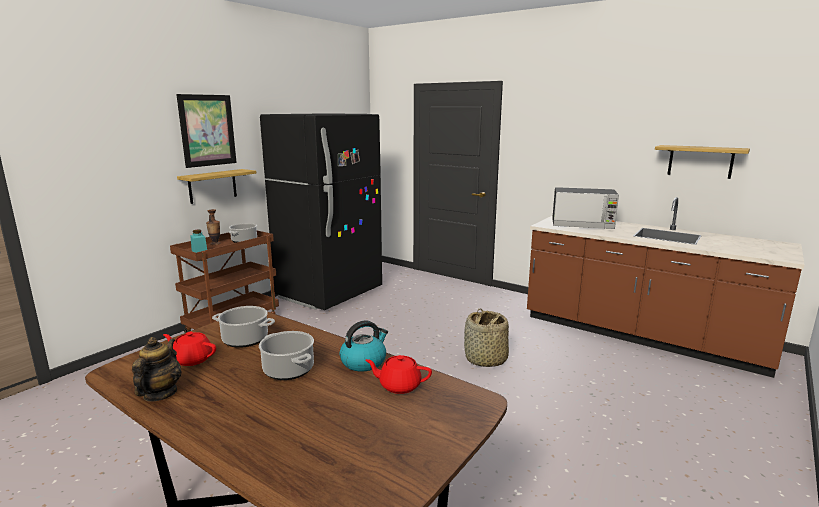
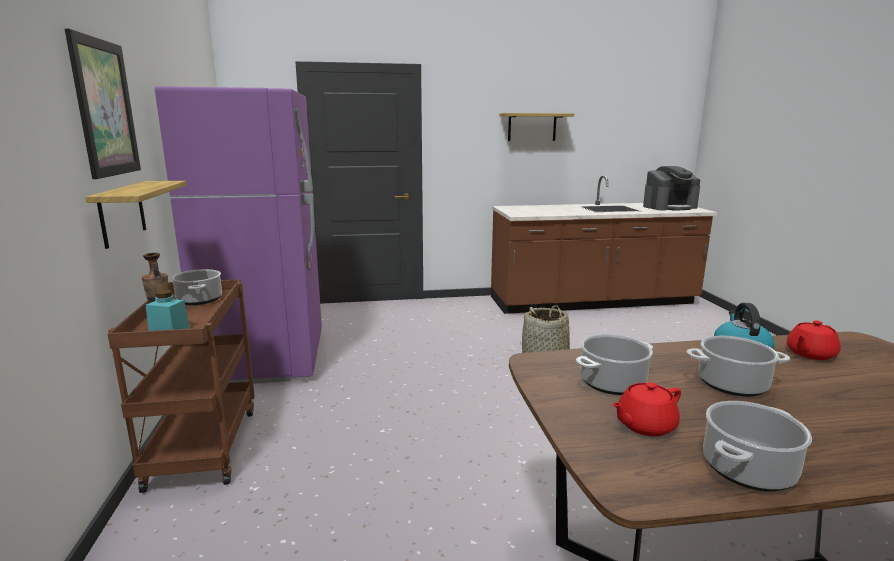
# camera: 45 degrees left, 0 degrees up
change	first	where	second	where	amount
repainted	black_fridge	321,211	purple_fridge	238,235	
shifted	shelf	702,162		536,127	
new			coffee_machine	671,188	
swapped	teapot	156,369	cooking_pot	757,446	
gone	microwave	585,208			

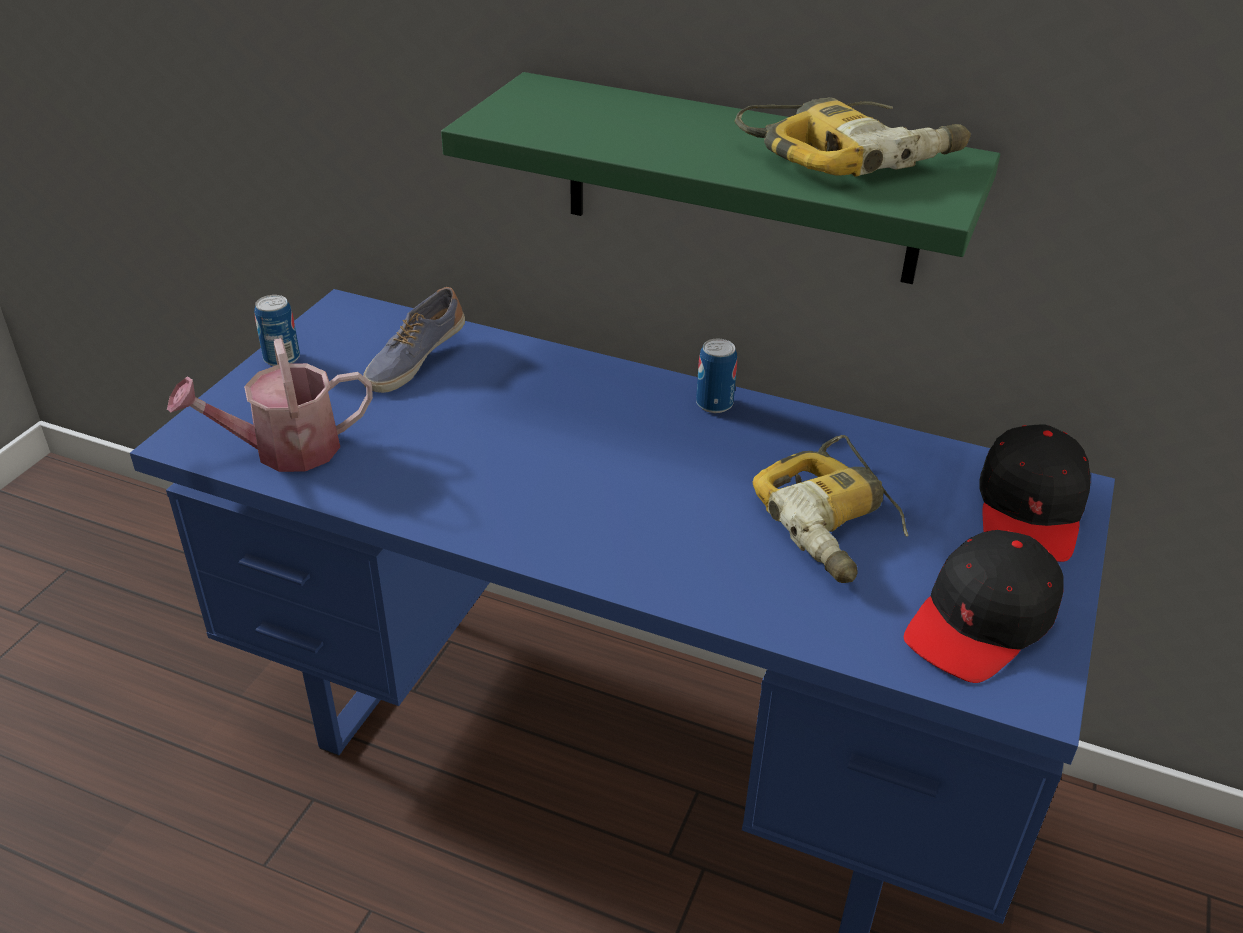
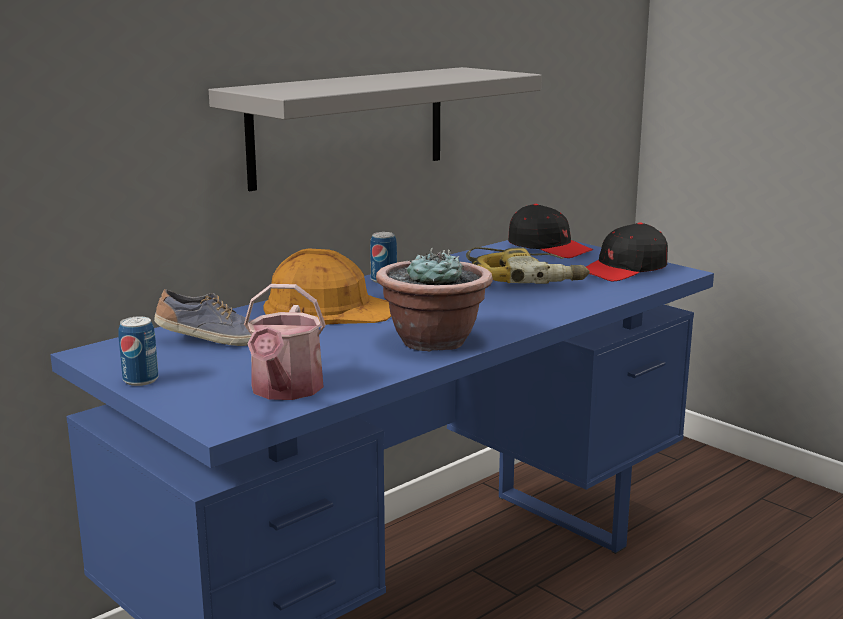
# camera: 65 degrees left, 20 degrees down
change	first	where	second	where	amount
rotated	shoe	414,340		203,317	60 degrees counterclockwise
repainted	green_shelf	720,178	grey_shelf	375,129	
new			orange_hard_hat	327,286	
new			potted_plant	434,300	
rotated	black_cap	983,606		627,251	75 degrees clockwise
gone	power_drill	853,136			

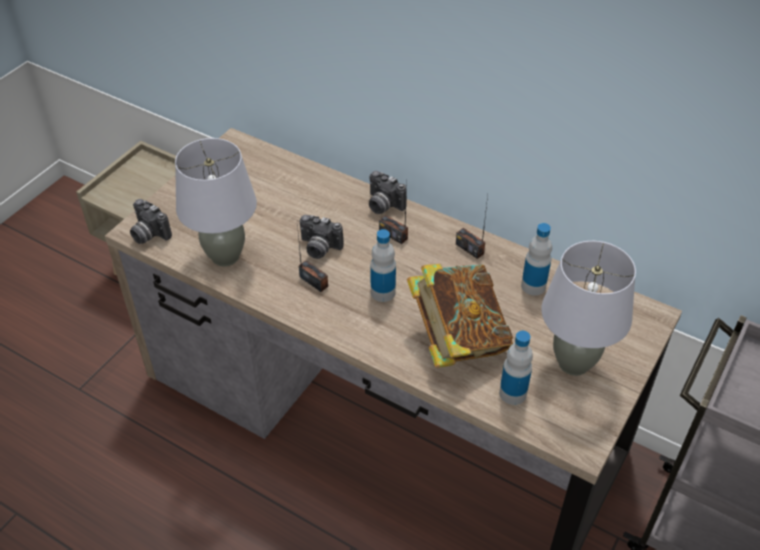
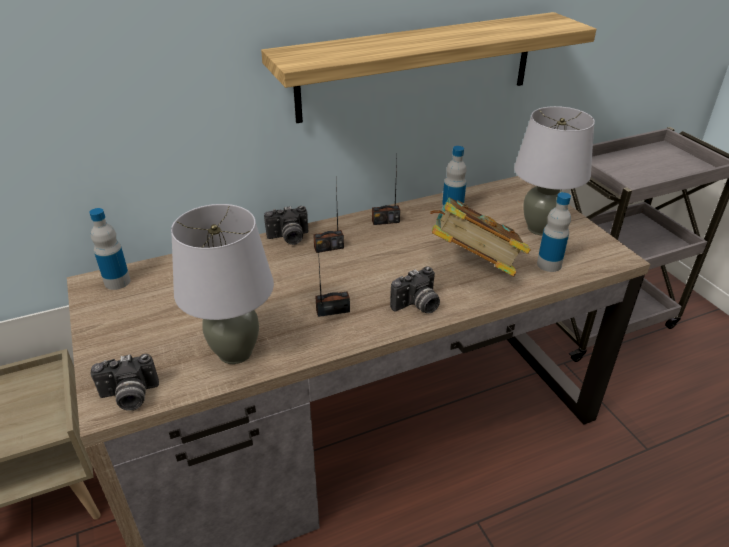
# camera: 55 degrees left, 10 degrees down
change	first	where	second	where	amount
shifted	bottle	383,265		110,249	
new			shelf	428,67	
shifted	photo_camera	321,237		415,289	

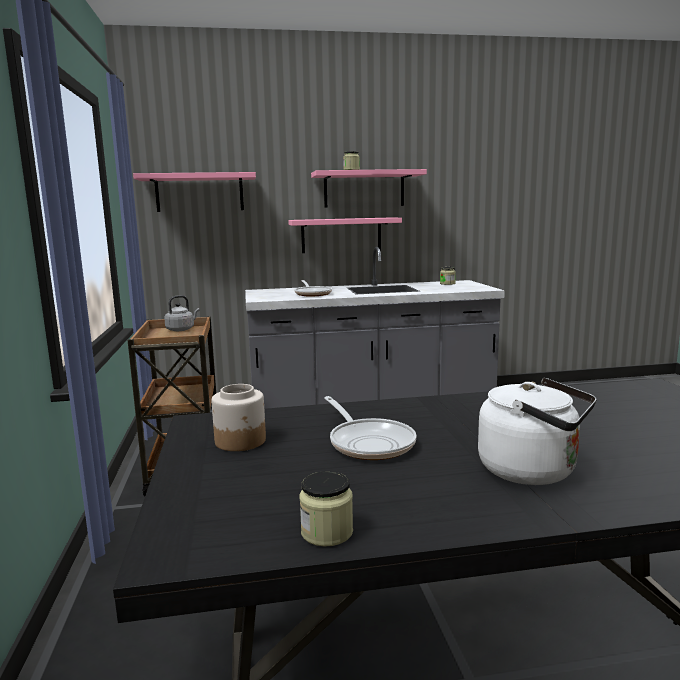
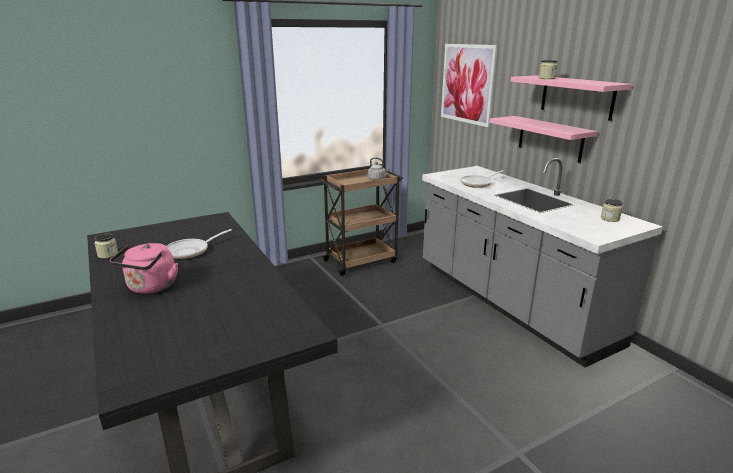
# camera: 70 degrees right, 10 degrees up
change	first	where	second	where	amount
repainted	white_kettle	537,431	pink_kettle	144,268	
swapped	pink_shelf	194,192	picture	469,85	
gone	jar	239,417			

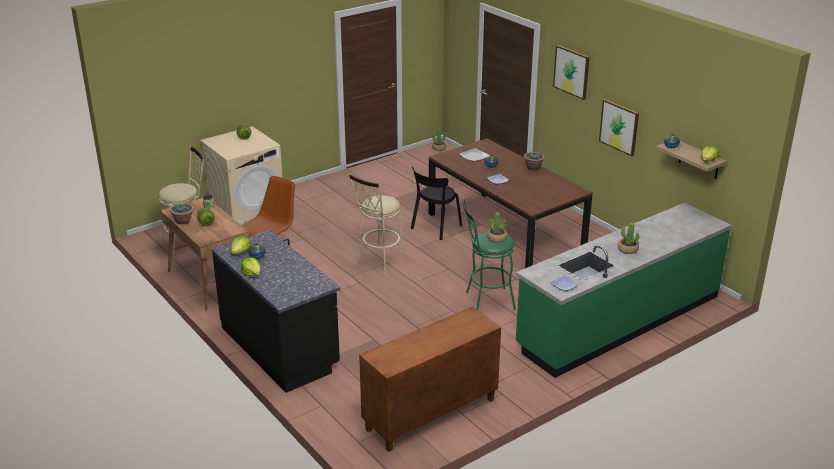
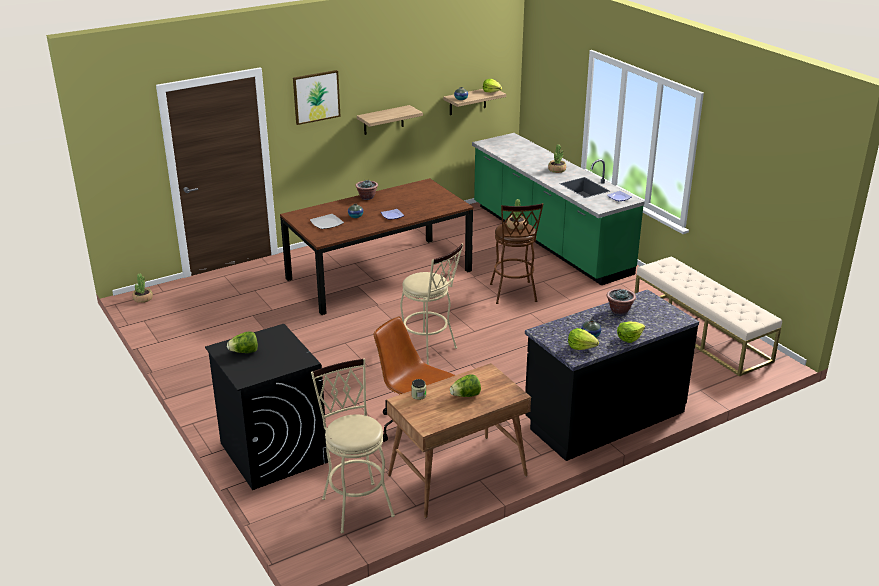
# camera: 85 degrees left, 0 degrees up
change	first	where	second	where	amount
repainted	beige_washing_machine	241,175	black_washing_machine	266,407	
swapped	picture	619,127	shelf	390,120	
repainted	green_stool	489,254	brown_stool	516,253	
shifted	potted_plant	182,213		621,302	
swapped	brown_cabinet	430,379	beige_bench	708,316	
gone	black_chair	436,203			

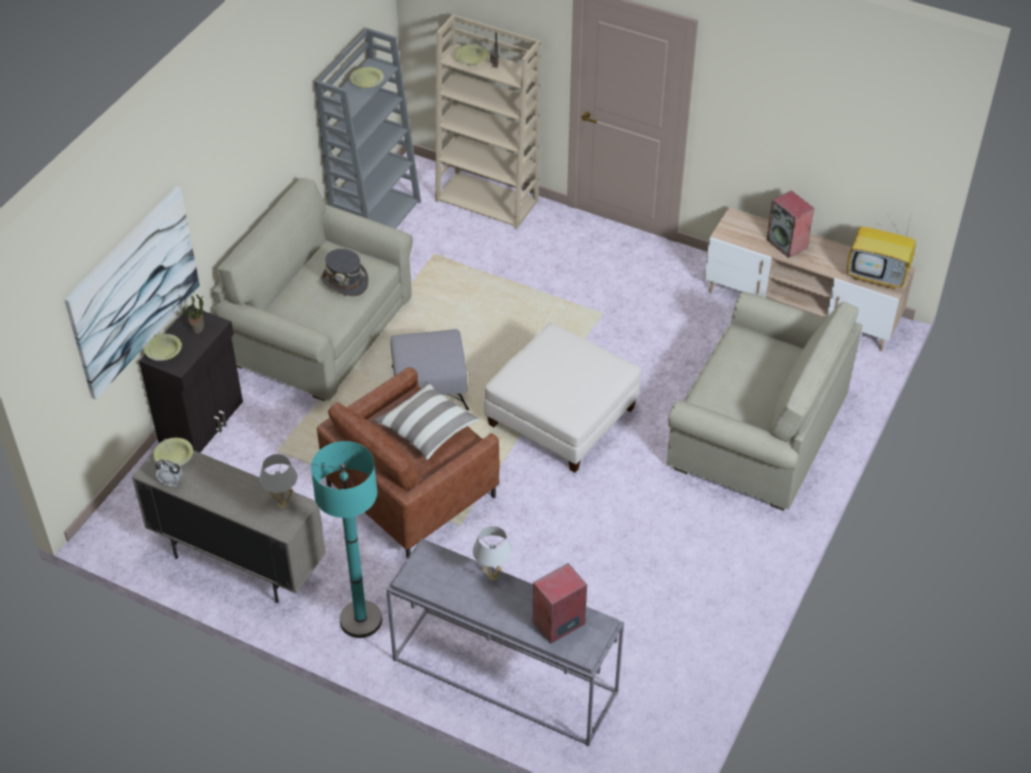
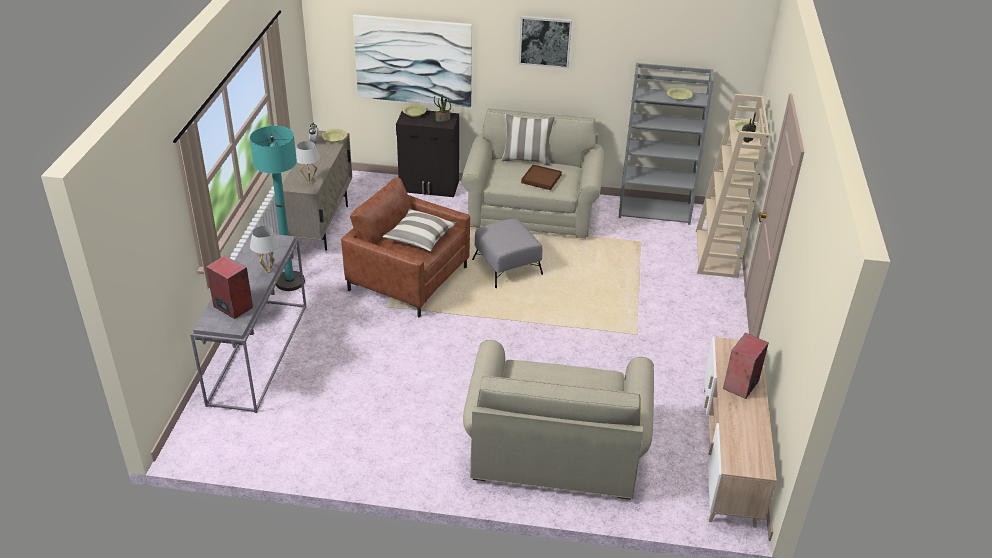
# camera: 70 degrees right, 10 degrees down
change	first	where	second	where	amount
new			pillow	528,140	
new			picture	545,42	
swapped	grey_hat	344,272	brown_tray	541,177	
gone	white_ottoman	563,397			
gone	television	881,249			

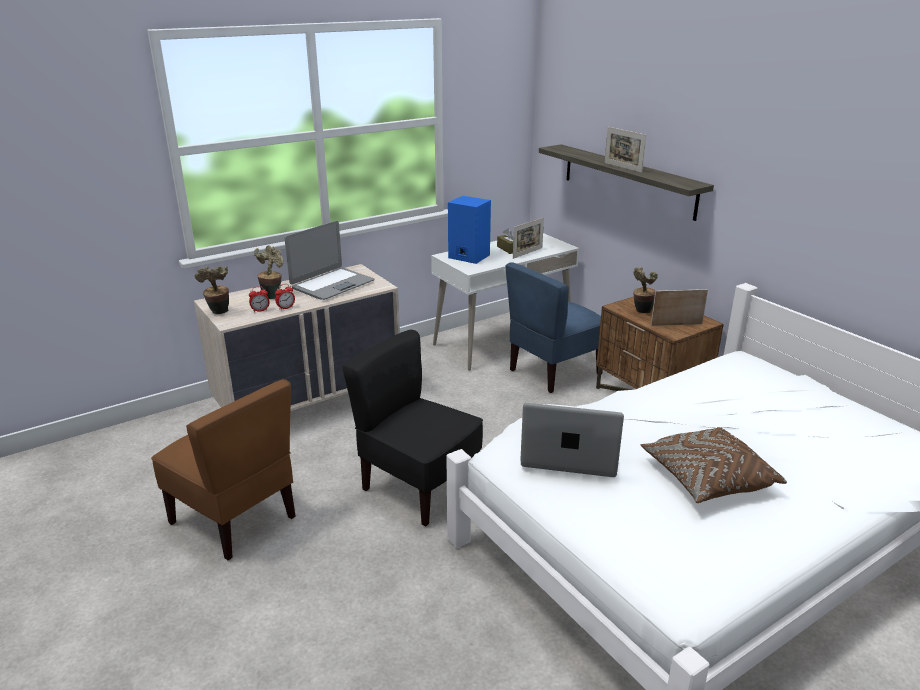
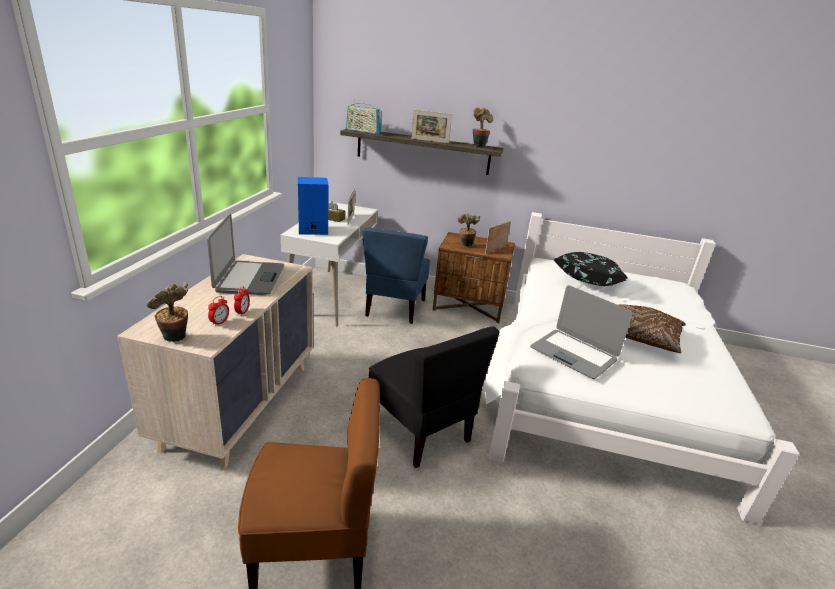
# camera: 45 degrees left, 0 degrees up
change	first	where	second	where	amount
new			radio	363,116	
rotated	black_chair	412,428		434,397	120 degrees counterclockwise
shifted	potted_plant	269,272		483,128	
rotated	laptop	572,440		581,332	105 degrees counterclockwise
new			black_pillow	591,269	

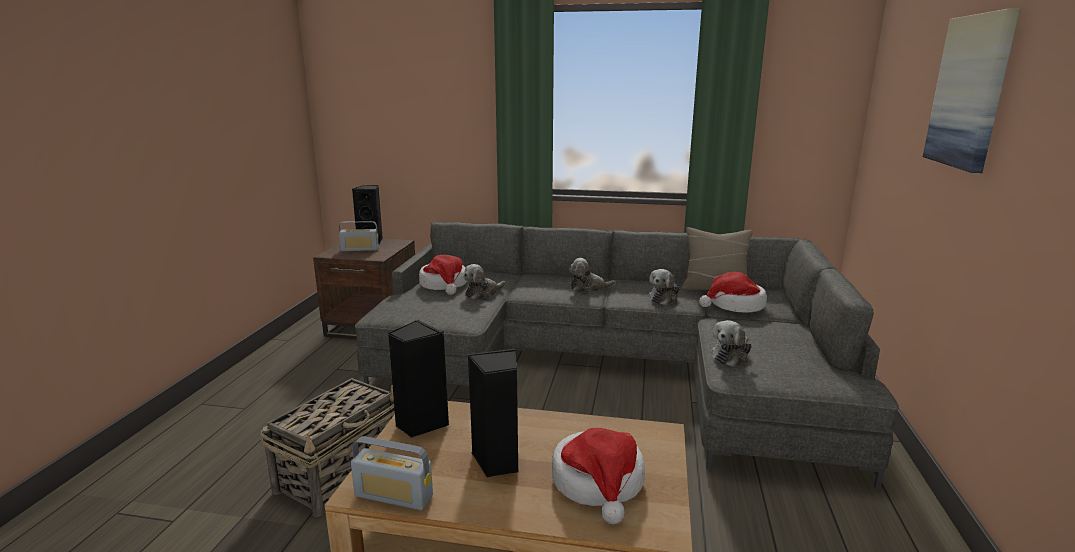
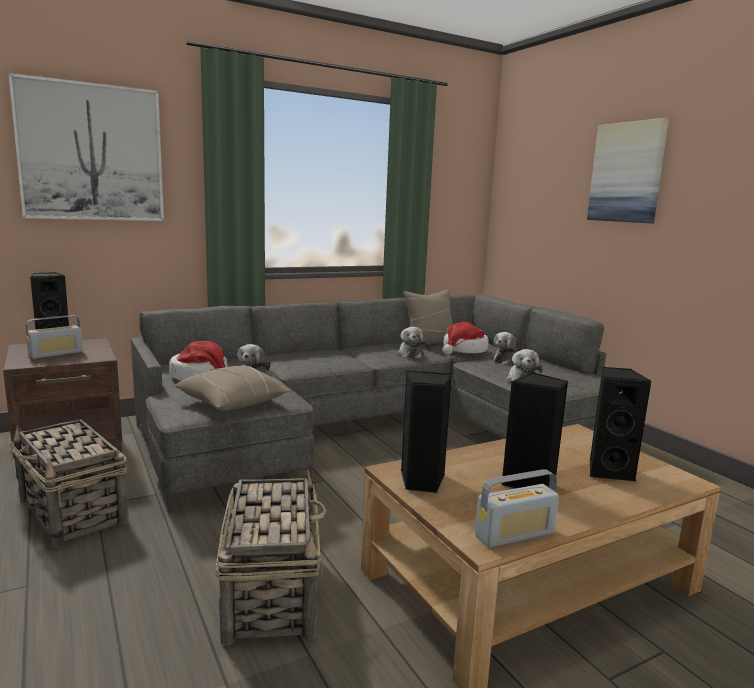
# camera: 40 degrees left, 5 degrees down
change	first	where	second	where	amount
new			picture	86,147	
new			basket	69,483	
new			beige_pillow	232,388	
shifted	plush_toy	592,275		507,348	
swapped	hat	598,476	black_speaker	621,424	

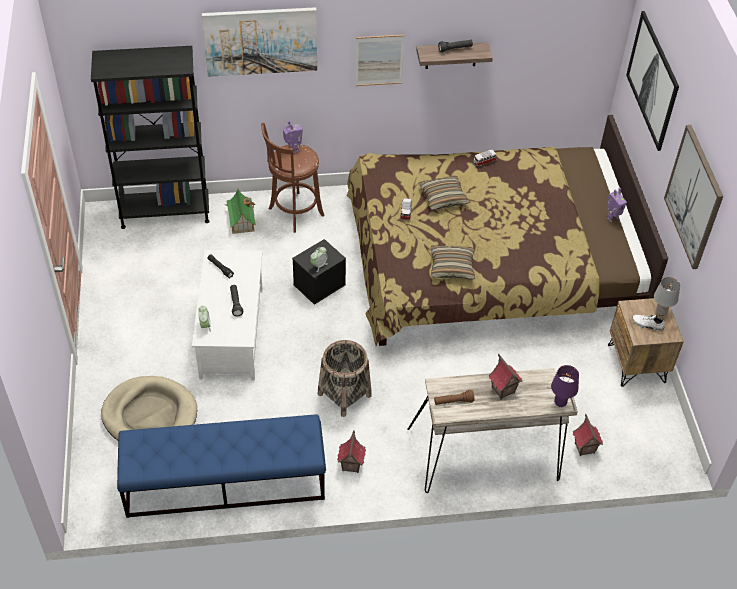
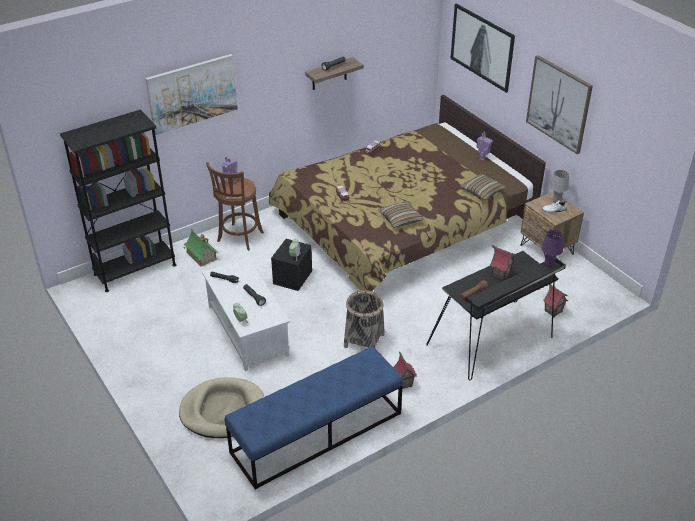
# camera: 25 degrees left, 10 degrees down
change	first	where	second	where	amount
repainted	beige_desk	492,430	black_desk	496,315	
shifted	pillow	444,193		483,187	
gone	picture	380,60			

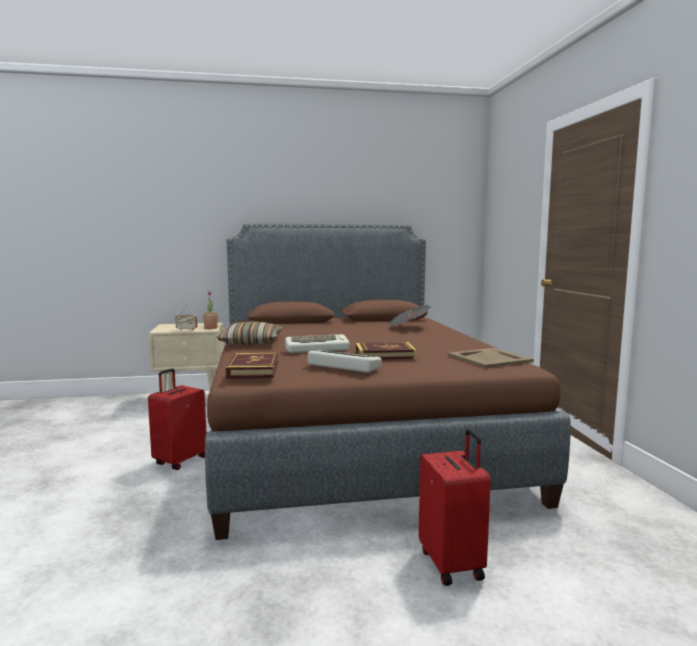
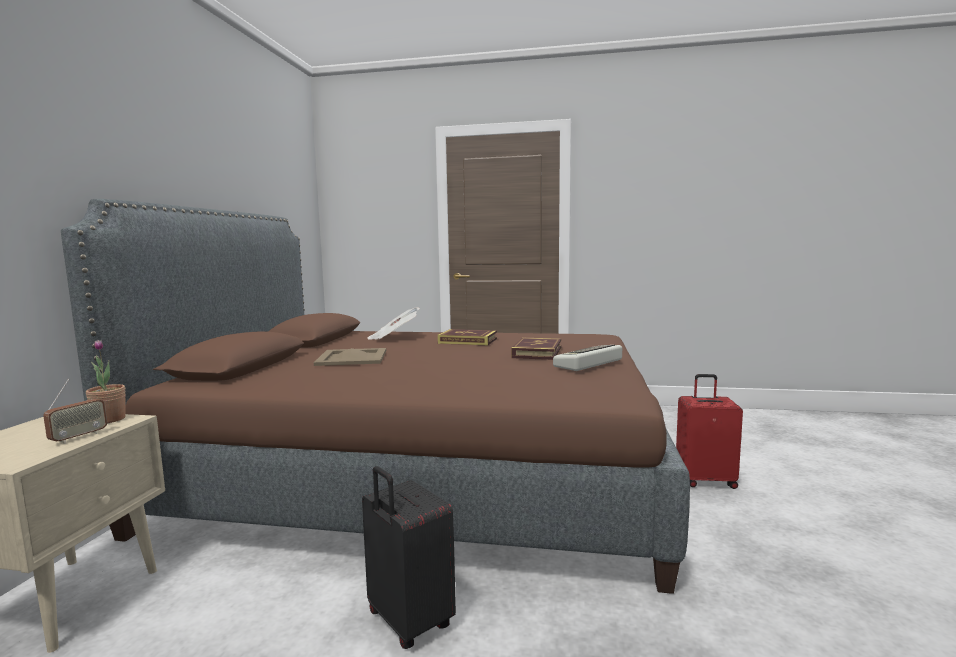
# camera: 70 degrees left, 0 degrees up
change	first	where	second	where	amount
shifted	beige_tray	491,358		350,357	
repainted	red_suitcase	177,419	black_suitcase	409,557	
shifted	book	251,366		467,337	
gone	pillow	250,333			
gone	keyboard	317,343			

